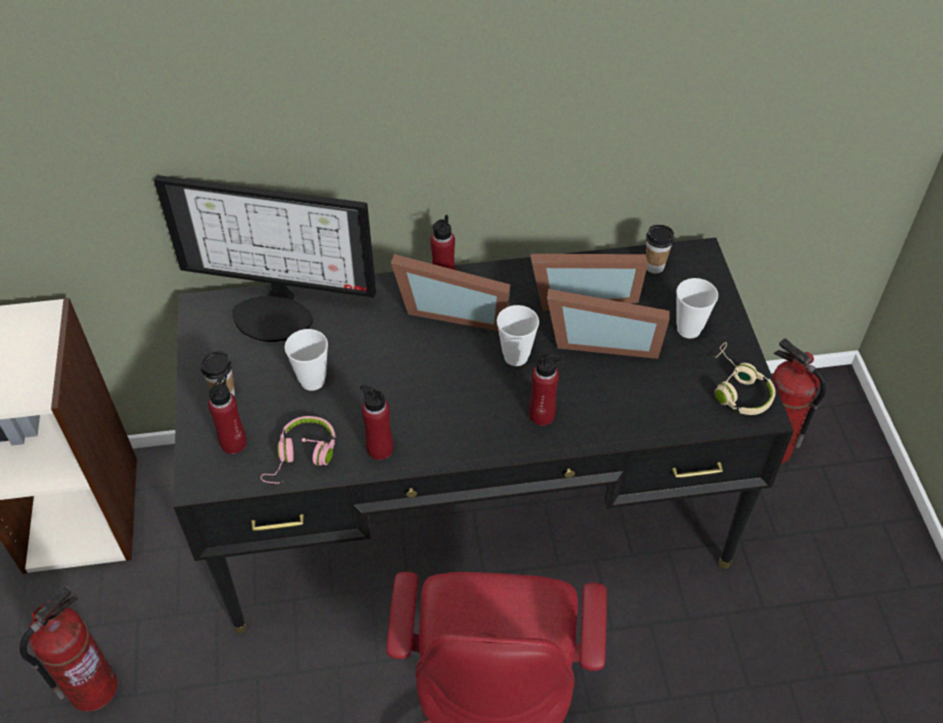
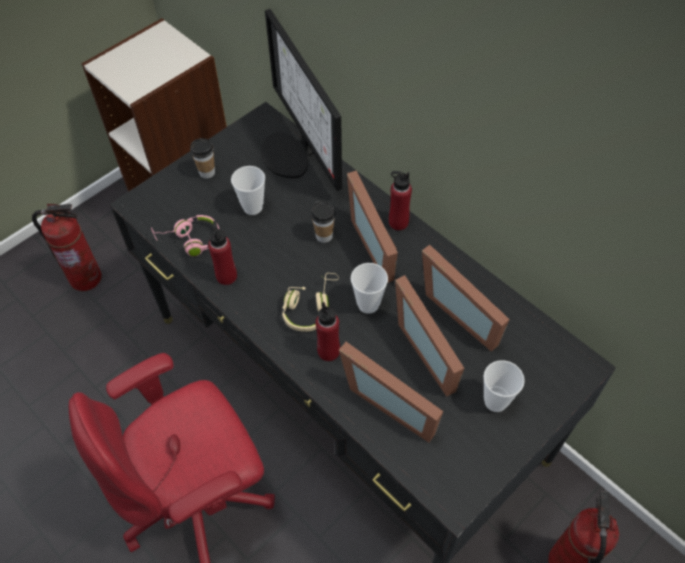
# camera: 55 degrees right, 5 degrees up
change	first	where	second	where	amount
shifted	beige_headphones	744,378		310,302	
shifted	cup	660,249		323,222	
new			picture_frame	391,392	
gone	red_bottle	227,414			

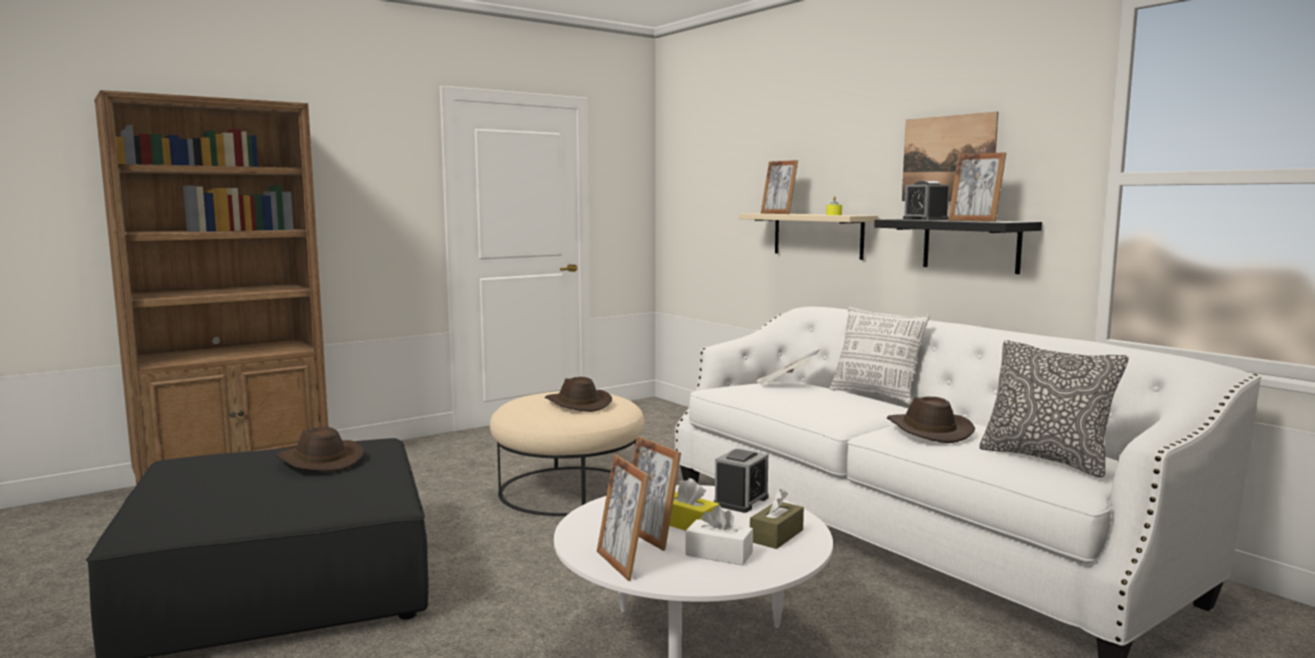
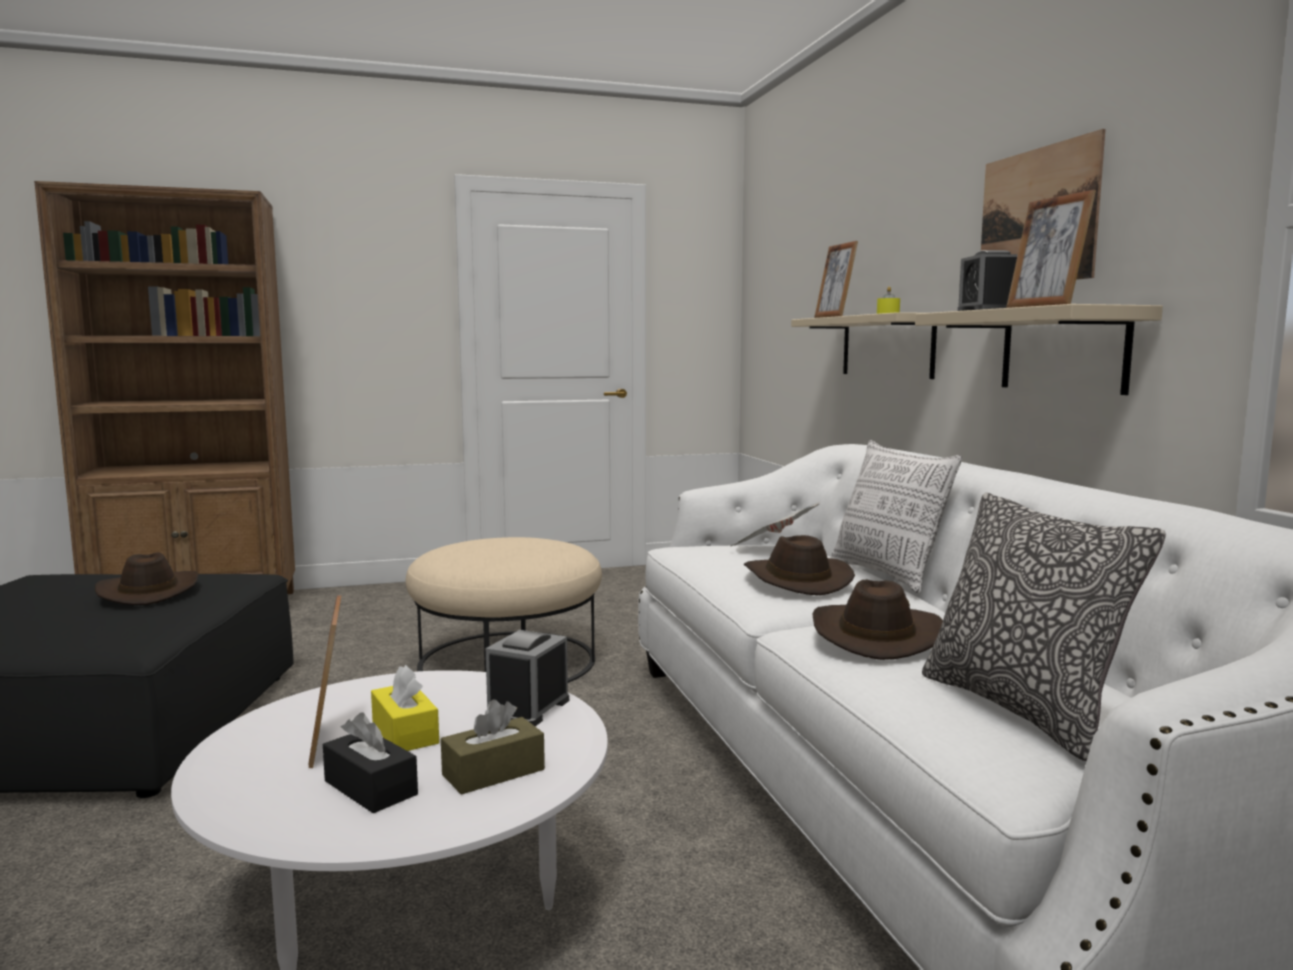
# camera: 20 degrees right, 0 degrees up
change	first	where	second	where	amount
repainted	white_tissue_box	719,535	black_tissue_box	370,762	
rotated	alarm_clock	741,480		527,678	150 degrees clockwise
shifted	brown_hat	578,394		799,565	
repainted	black_shelf	958,246	beige_shelf	1039,349	
gone	picture_frame	623,517			

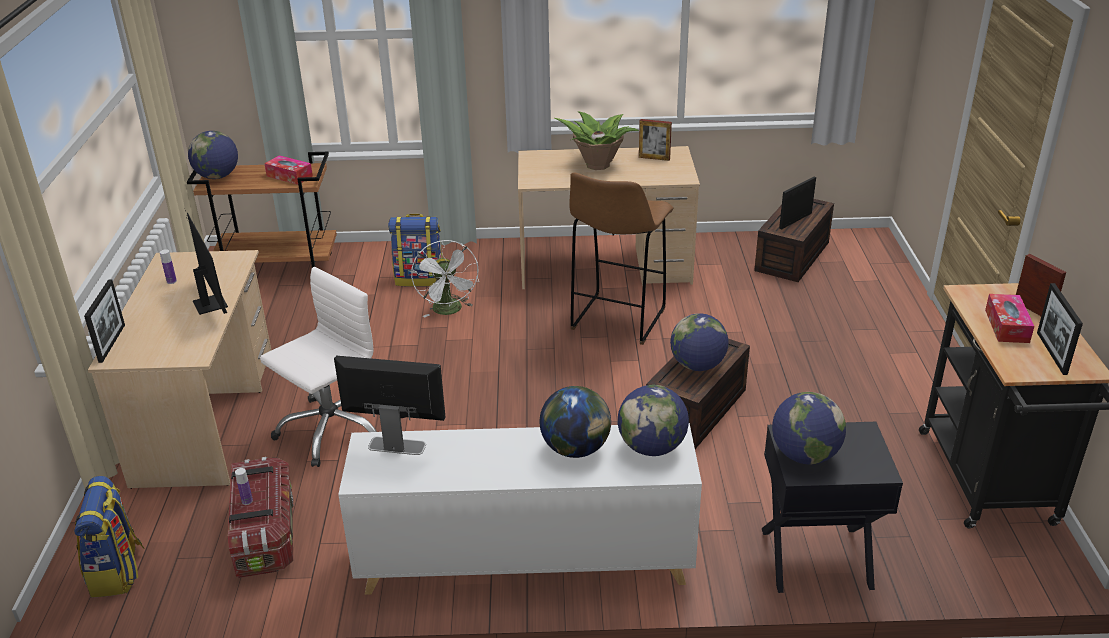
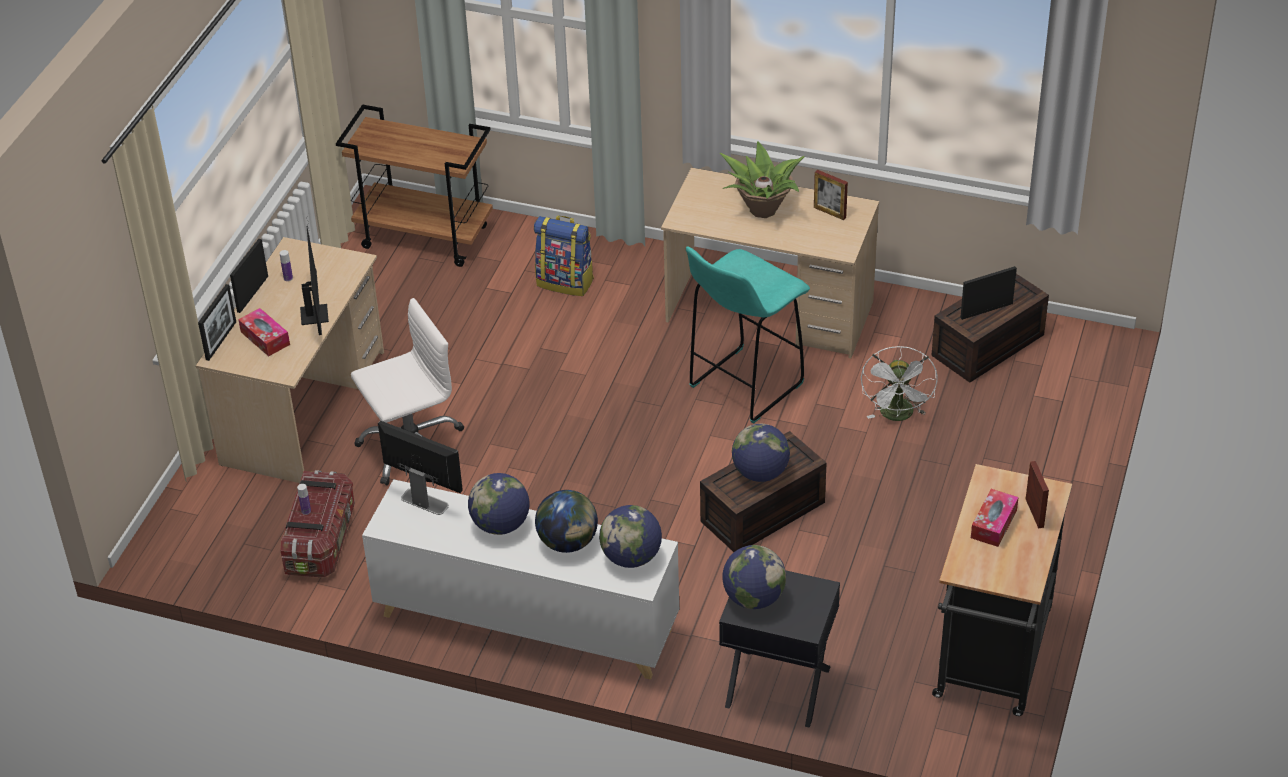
# camera: 20 degrees right, 10 degrees up
change	first	where	second	where	amount
shifted	picture_frame	1060,329		249,276	
shifted	tissue_box	288,170		264,332	
shifted	globe	213,155		499,504	
repainted	brown_stool	621,259	turquoise_stool	748,335	
shifted	white_fan	445,279		899,383	
gone	backpack	109,537			

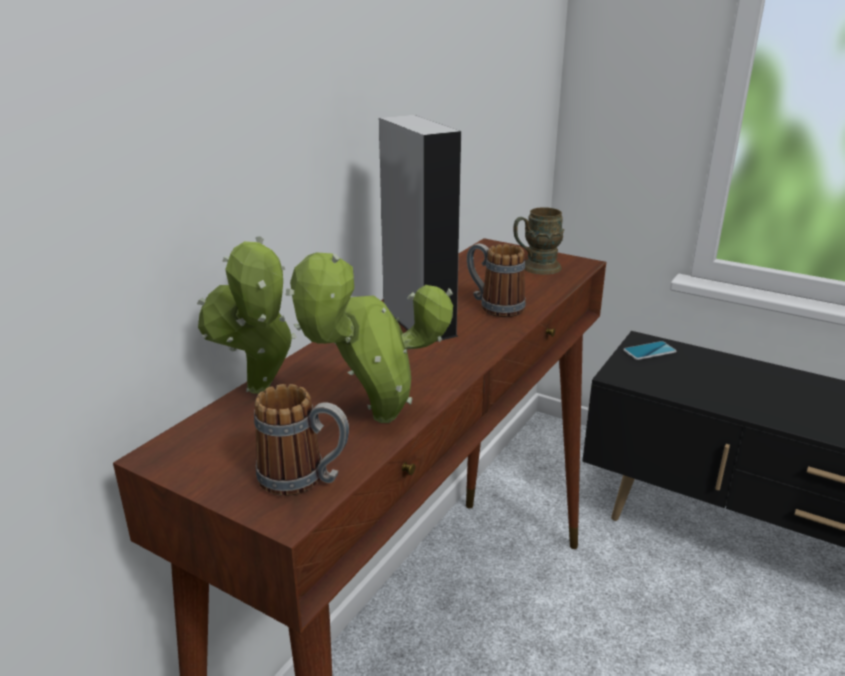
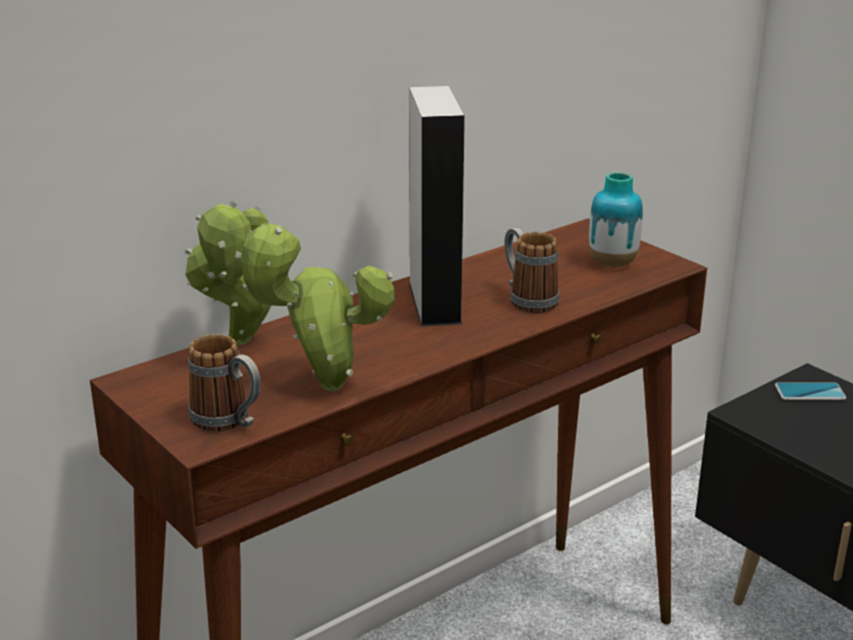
# camera: 20 degrees right, 0 degrees up
change	first	where	second	where	amount
swapped	brown_mug	538,241	vase	616,219	

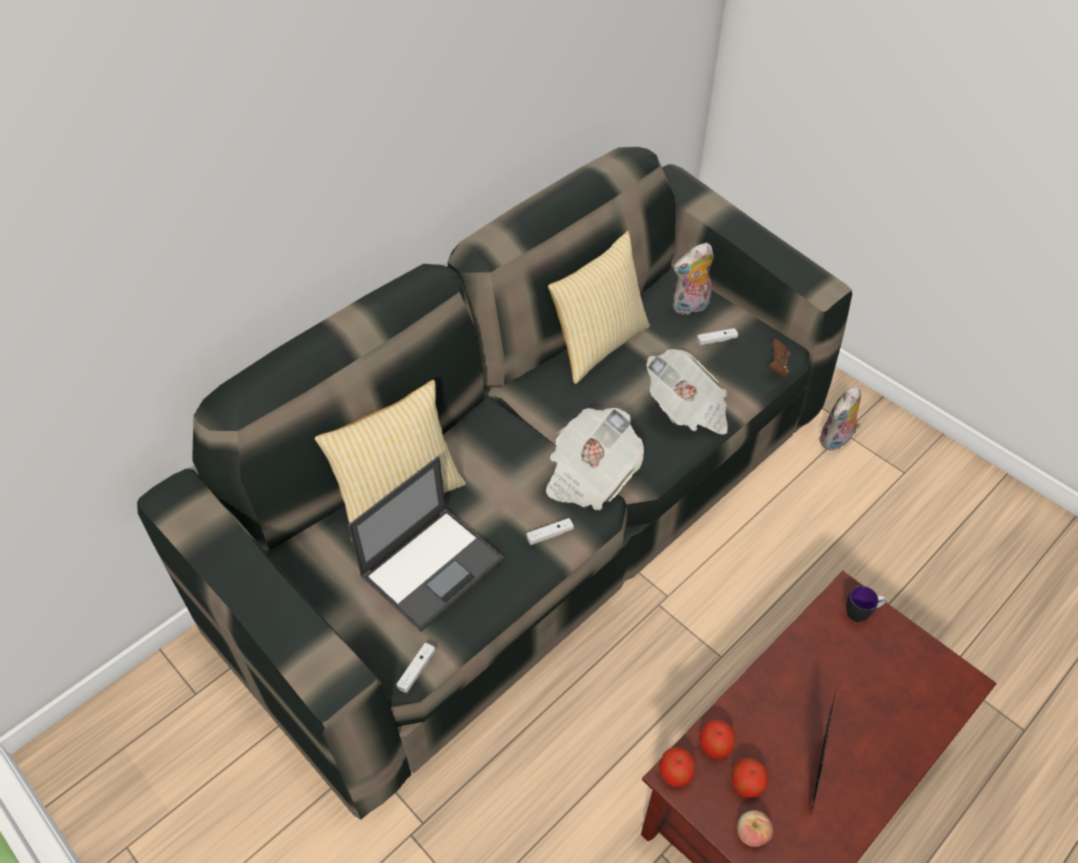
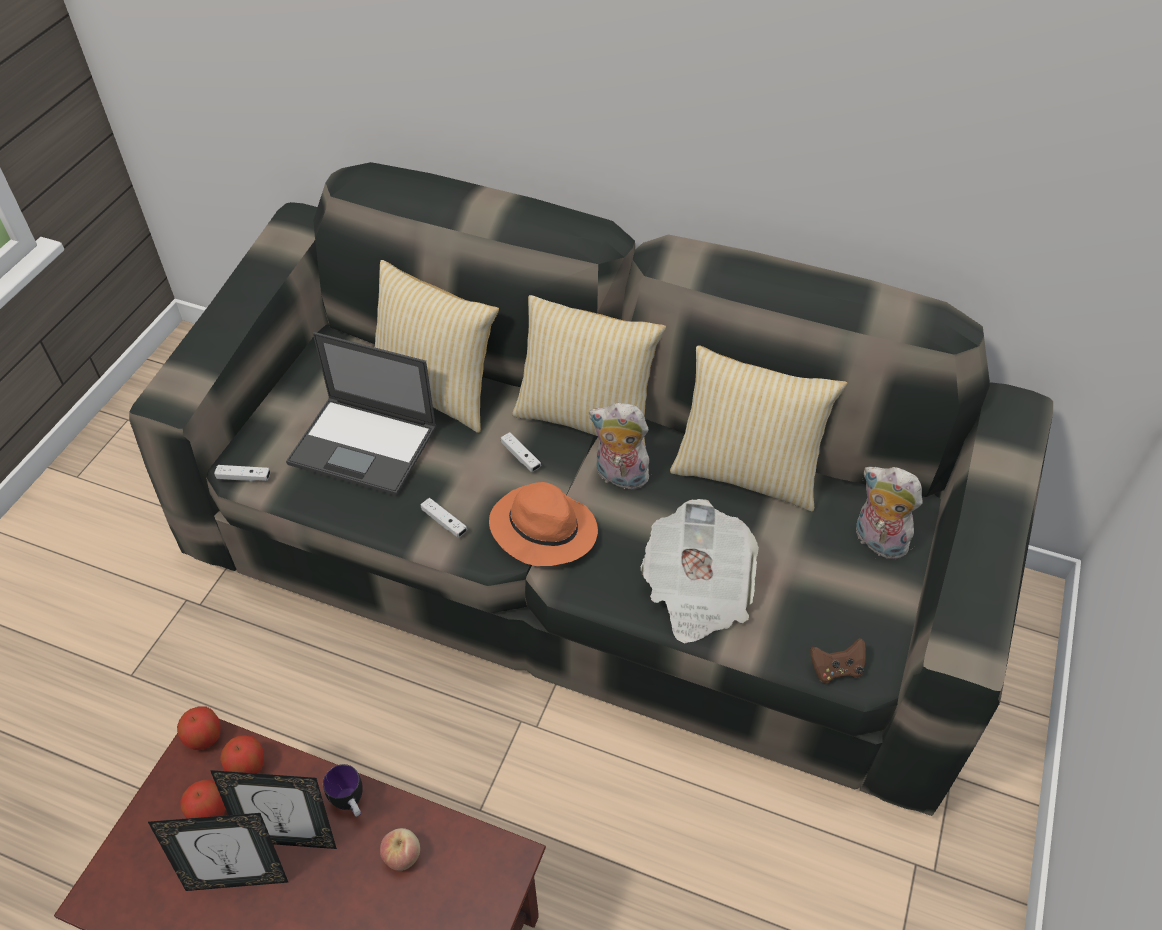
# camera: 65 degrees right, 0 degrees up
change	first	where	second	where	amount
new			picture_frame	273,809	
shifted	mug	866,604		343,790	
shifted	apple	755,828		400,849	
swapped	newspaper	595,459	orange_hat	543,524	
shifted	white_game_controller	717,337		521,452	
new			pillow	589,371	
shifted	plush_toy	839,418		622,446	

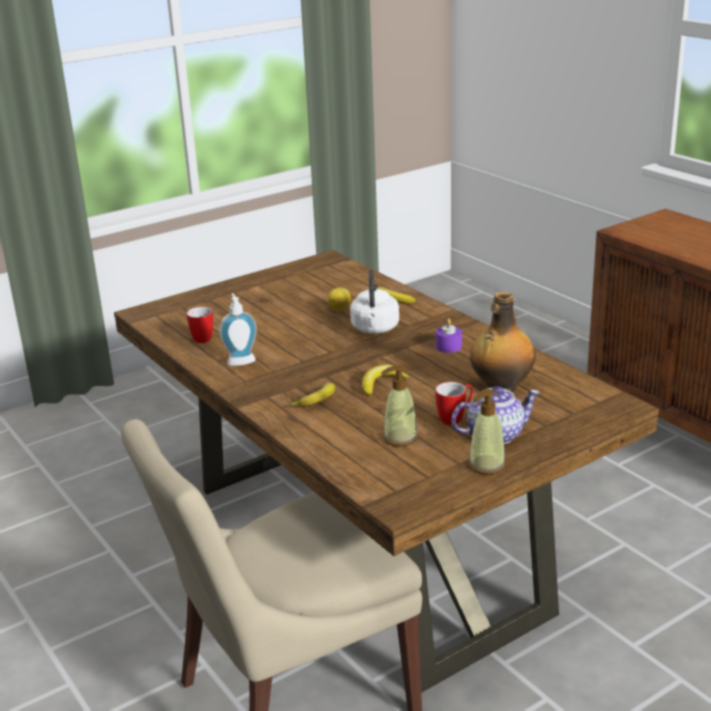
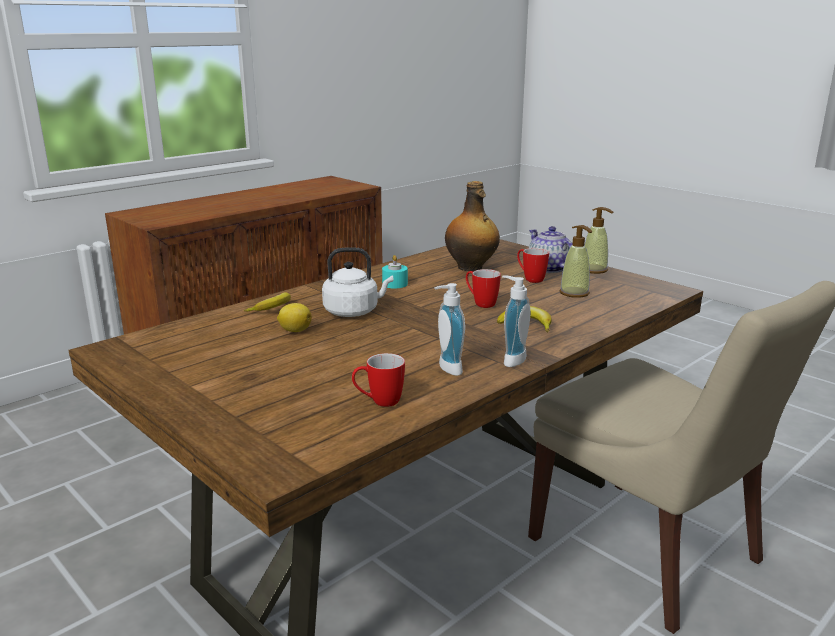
# camera: 100 degrees left, 5 degrees down
change	first	where	second	where	amount
repainted	purple_candle	449,335	turquoise_candle	395,271	
swapped	banana	386,380	mug	483,288	
new			soap_dispenser	516,321	

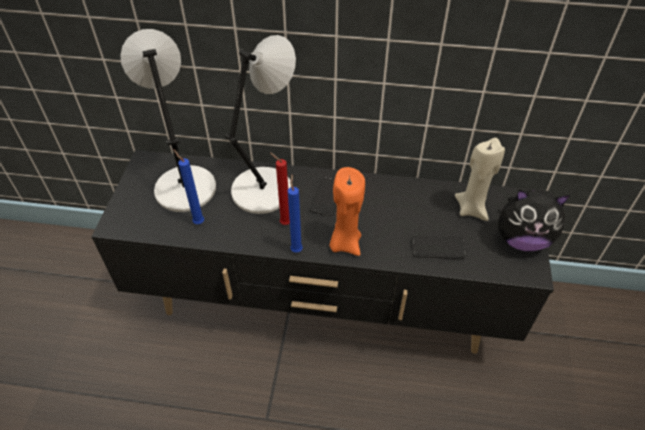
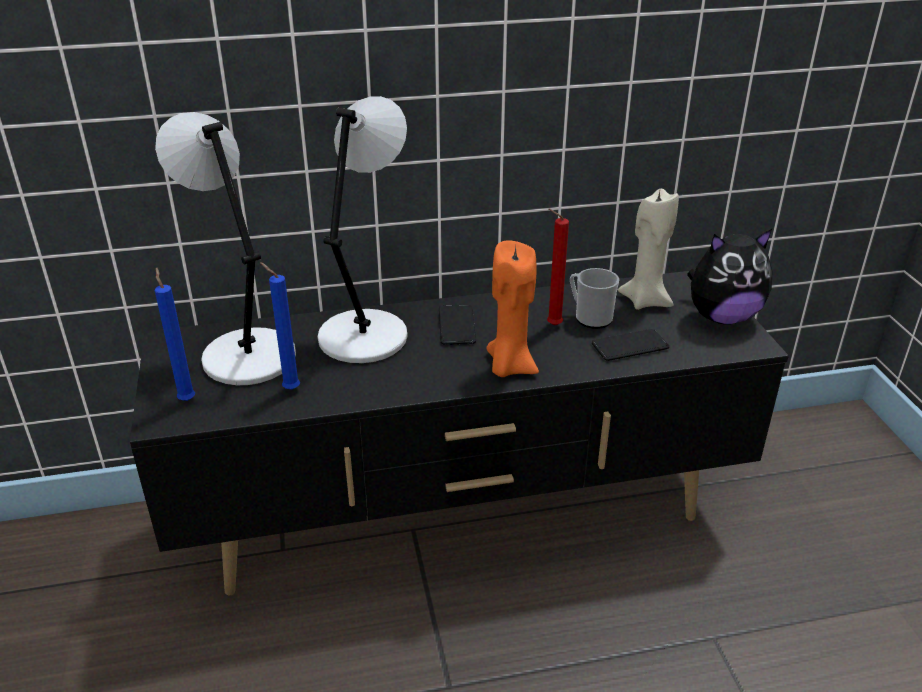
# camera: 20 degrees left, 15 degrees down
change	first	where	second	where	amount
shifted	blue_candle	295,214		175,334	
shifted	red_candle	280,189		558,267	
new			mug	594,298	

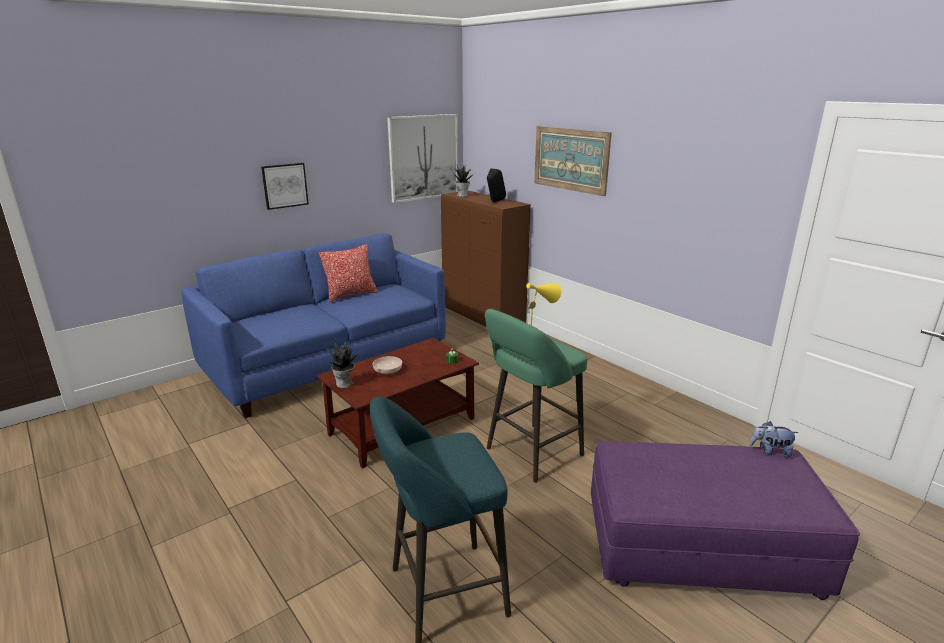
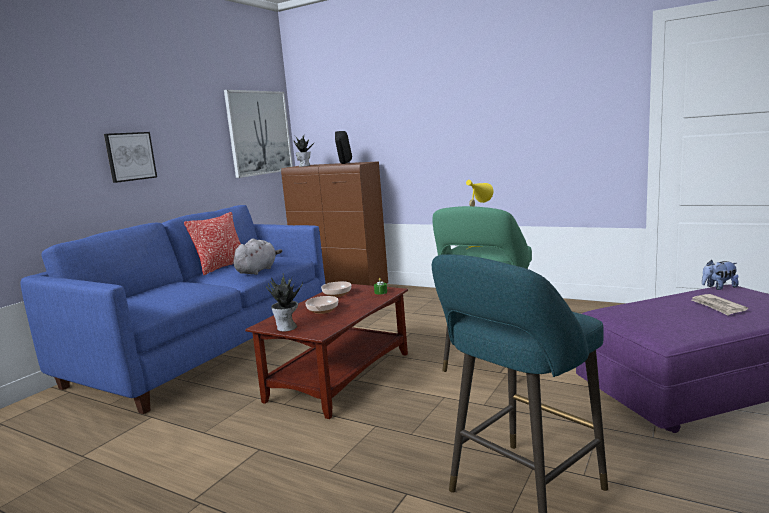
# camera: 20 degrees left, 10 degrees down
change	first	where	second	where	amount
new			grey_plush_toy	258,257	
new			bowl	336,289	
new			newspaper	720,305	
gone	picture	573,161			

